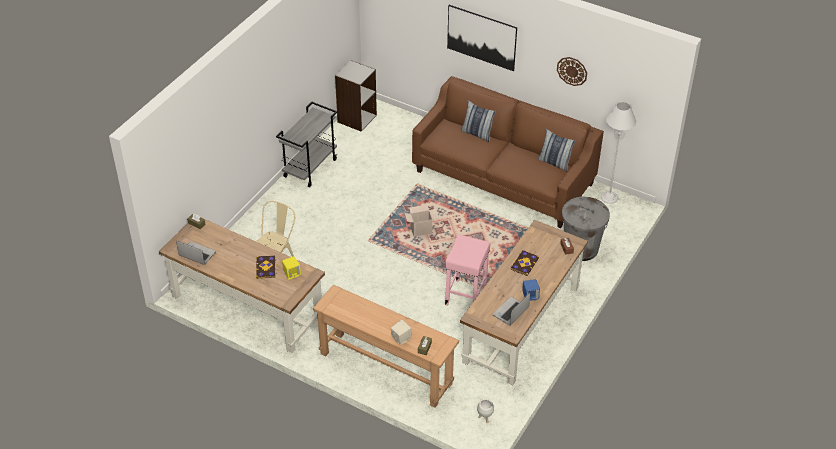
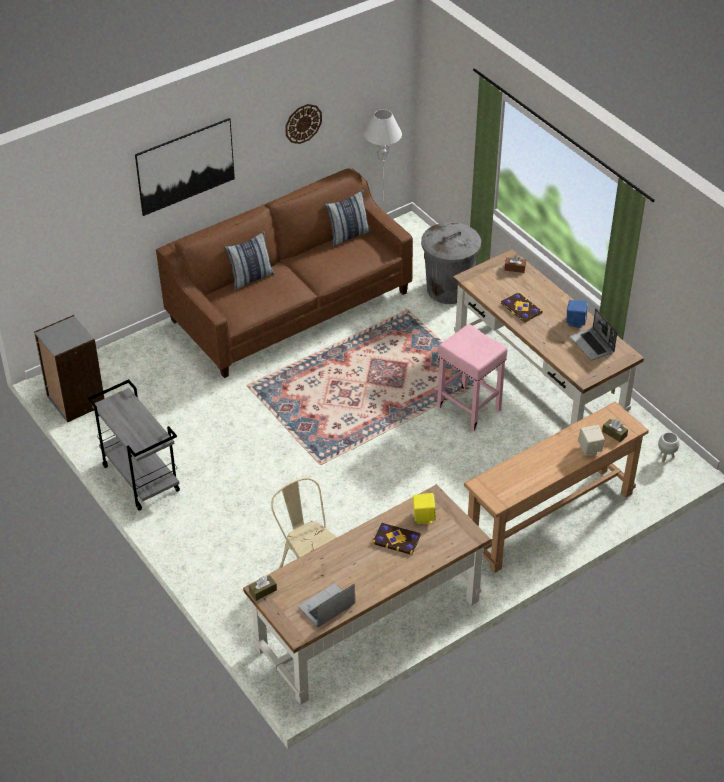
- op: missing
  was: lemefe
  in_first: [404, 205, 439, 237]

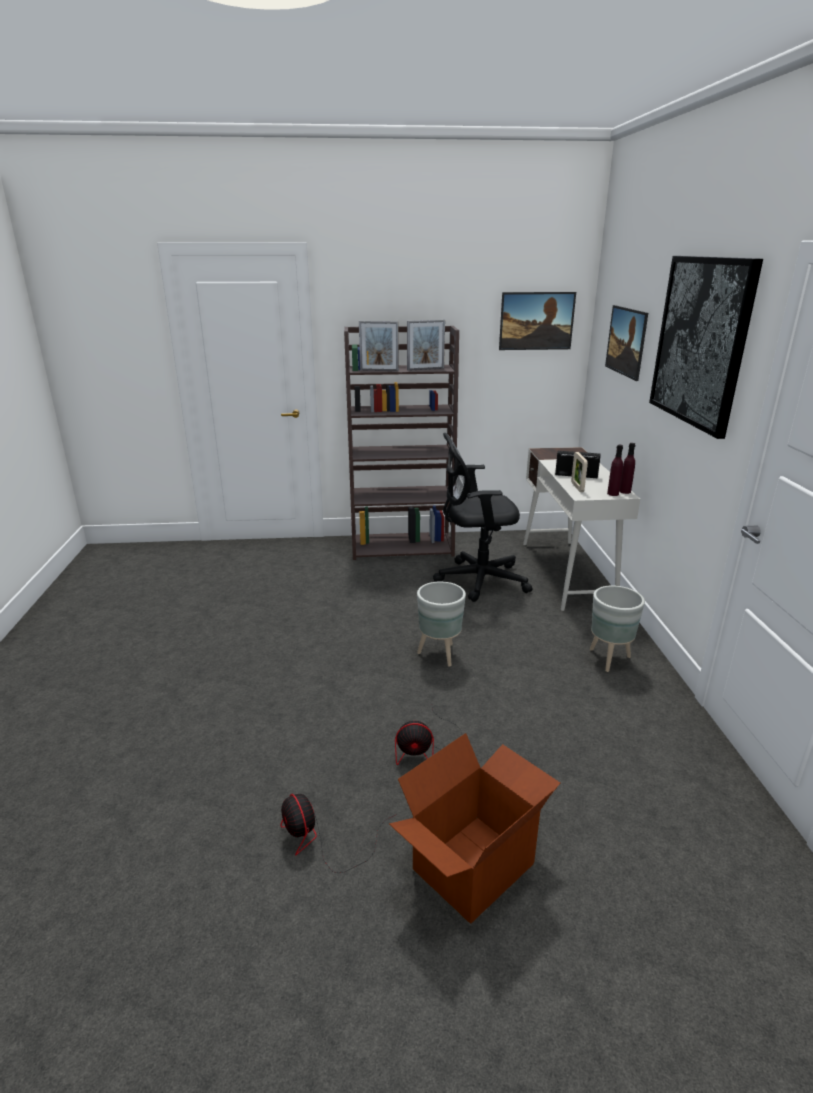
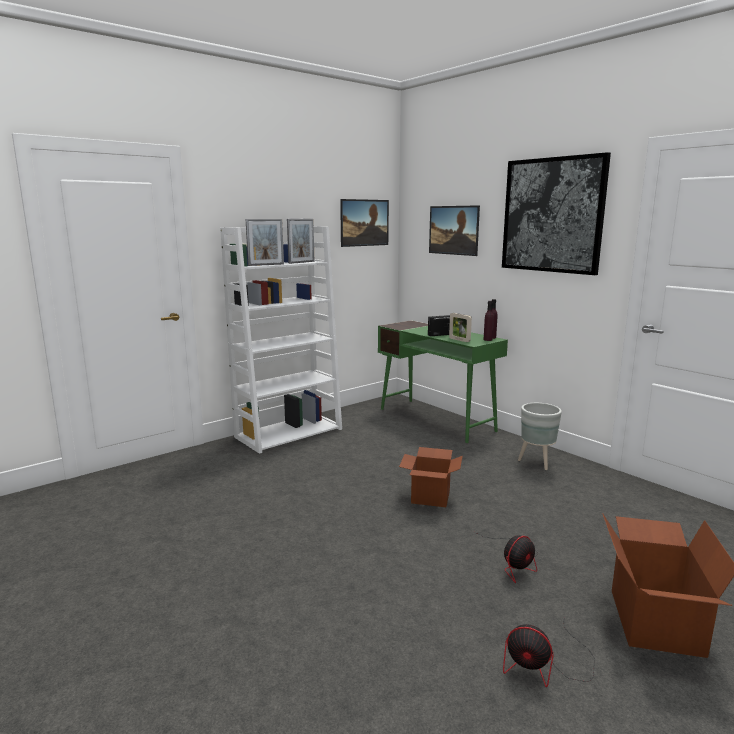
- op: colour
  was: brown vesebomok
  now: white vesebomok
  in_first: [344, 326, 459, 560]
  in_second: [220, 226, 342, 454]
- op: colour
  was: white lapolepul
  now: green lapolepul
  in_first: [523, 447, 640, 611]
  in_second: [378, 320, 508, 443]
- op: exchanged
  was: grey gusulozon
  now: lemefe
  in_first: [417, 581, 466, 667]
  in_second: [399, 447, 463, 507]
- op: missing
  was: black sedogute
  in_first: [433, 433, 532, 602]

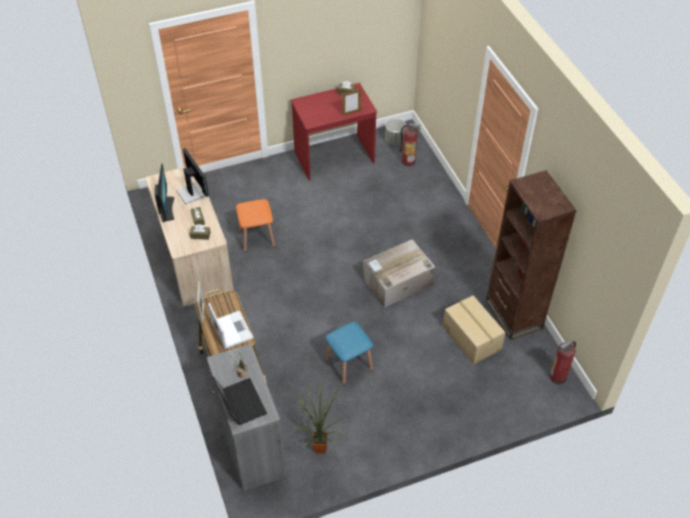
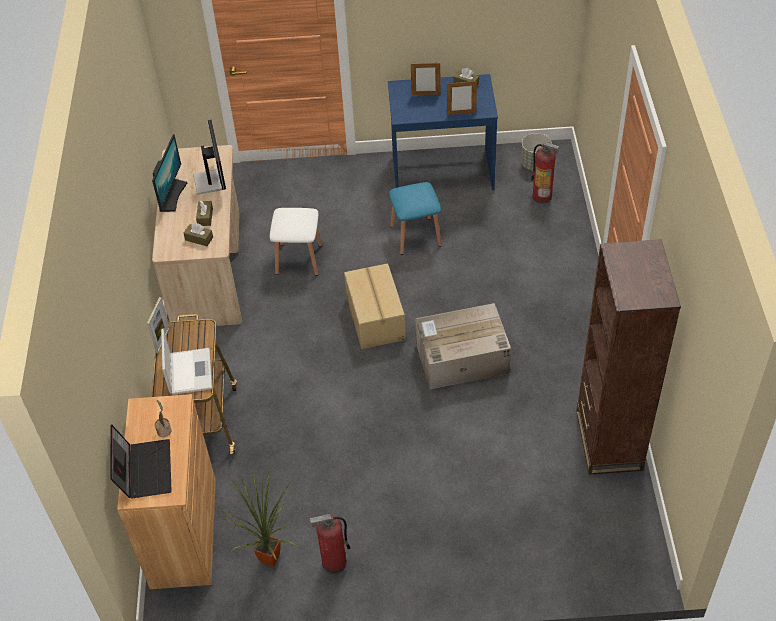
- op: colour
  was: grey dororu
  now: brown dororu
  in_first: [206, 344, 286, 492]
  in_second: [117, 394, 216, 589]
- op: colour
  was: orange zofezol
  now: white zofezol
  in_first: [236, 199, 275, 252]
  in_second: [270, 208, 322, 276]
- op: relocated
  was: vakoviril
  in_first: [550, 340, 576, 384]
  in_second: [310, 514, 351, 574]
- op: relocated
  was: lemefe
  in_first: [443, 295, 506, 364]
  in_second: [344, 263, 406, 349]
- op: colour
  was: red lapolepul
  now: blue lapolepul
  in_first: [291, 83, 377, 181]
  in_second: [388, 74, 498, 190]
- op: relocated
  was: blue zofezol
  in_first: [325, 322, 373, 385]
  in_second: [389, 182, 442, 255]
- op: appeared
  now: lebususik
  in_second: [411, 63, 441, 95]

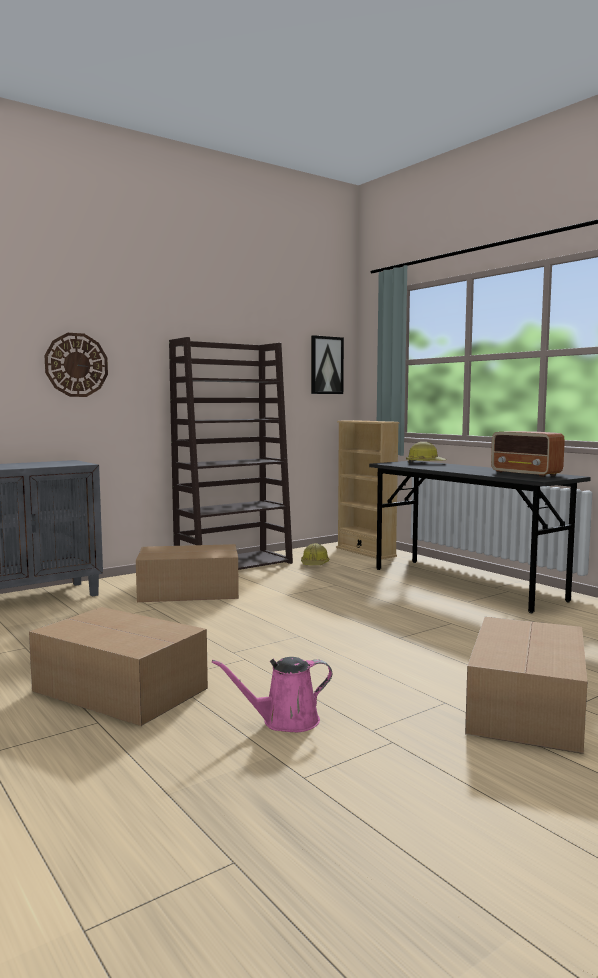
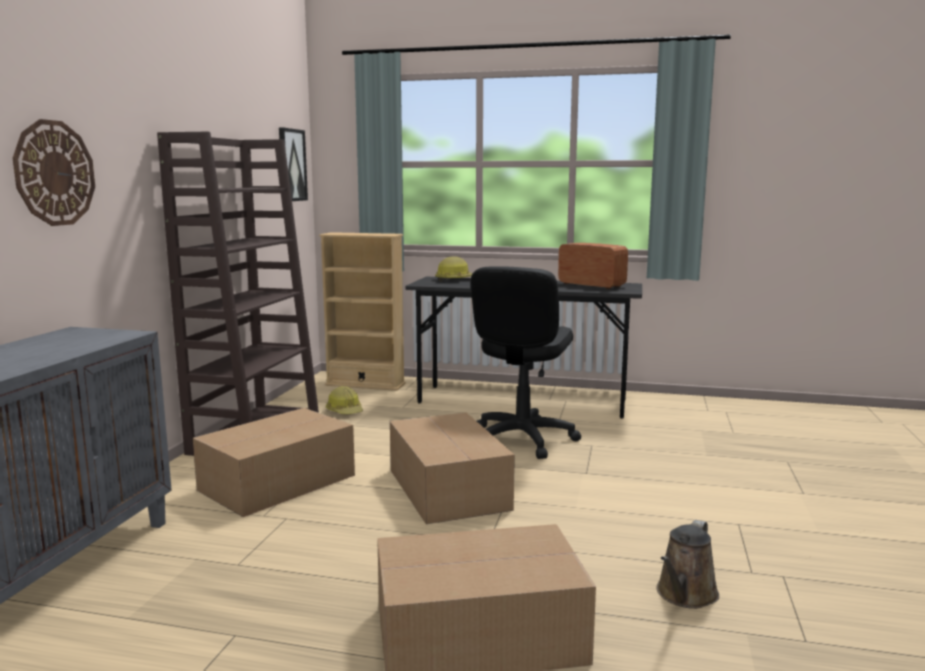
- op: relocated
  was: lemefe
  in_first: [465, 617, 587, 754]
  in_second: [390, 412, 515, 525]
- op: appeared
  now: black sedogute
  in_second: [471, 266, 581, 459]
- op: spun
  was: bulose
  in_first: [491, 431, 565, 477]
  in_second: [558, 243, 628, 290]
  clockwise: -150
- op: colour
  was: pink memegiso
  now: brown memegiso
  in_first: [212, 657, 332, 732]
  in_second: [656, 520, 719, 609]

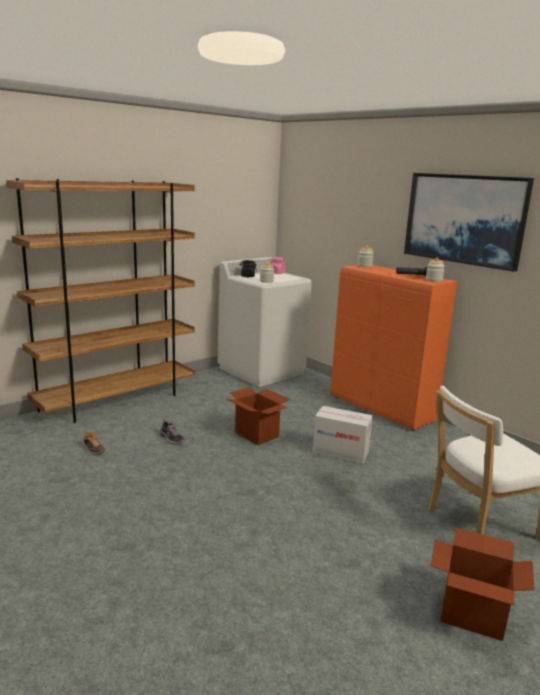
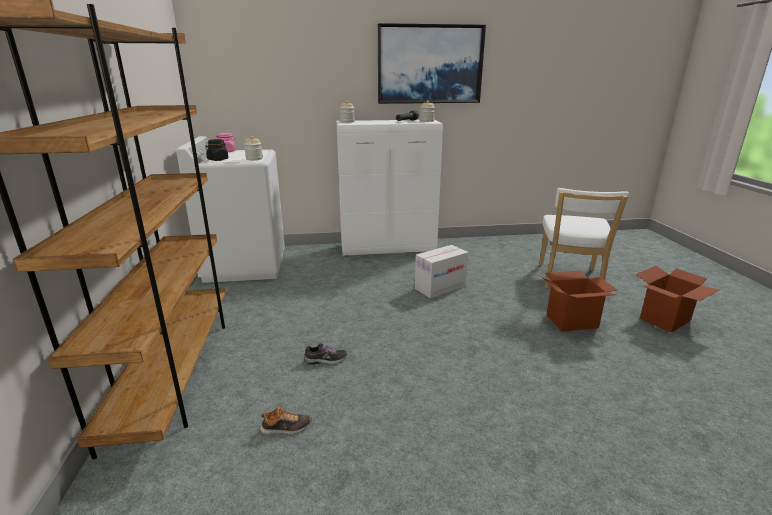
- op: colour
  was: orange dororu
  now: white dororu
  in_first: [331, 265, 457, 431]
  in_second: [336, 120, 443, 256]
- op: relocated
  was: lemefe
  in_first: [227, 387, 290, 445]
  in_second: [543, 271, 617, 332]

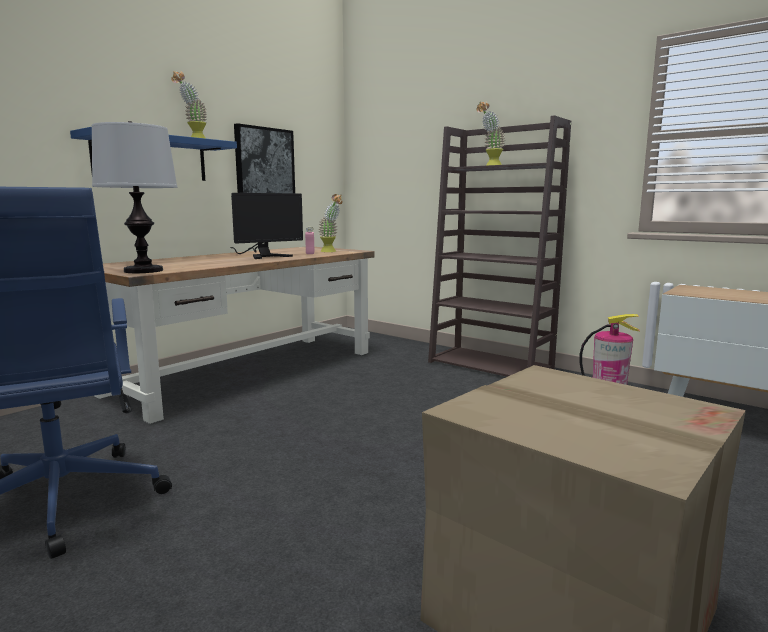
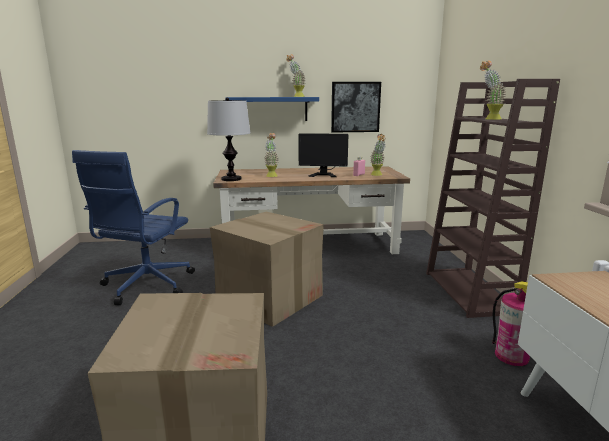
- op: appeared
  now: lemefe
  in_second: [210, 212, 324, 327]
- op: appeared
  now: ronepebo
  in_second: [264, 133, 278, 177]

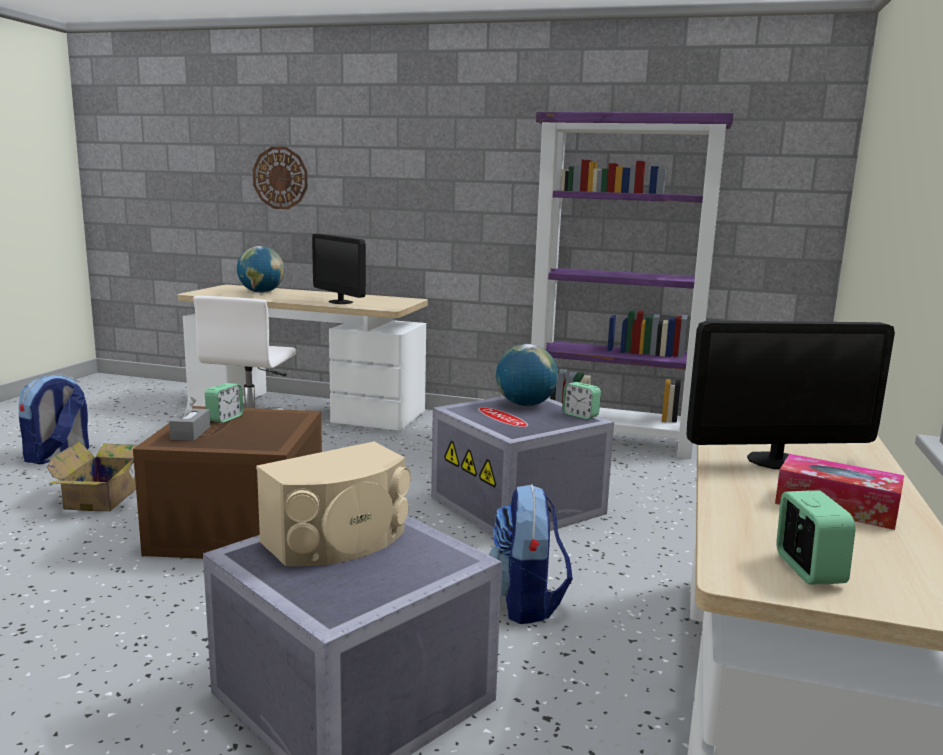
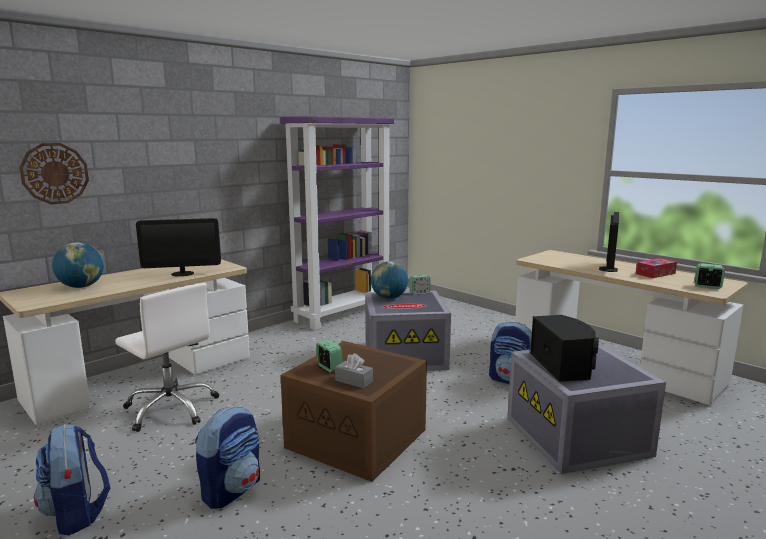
- op: exchanged
  was: lemefe
  now: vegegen
  in_first: [47, 441, 138, 511]
  in_second: [195, 406, 260, 509]
- op: colour
  was: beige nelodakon
  now: black nelodakon
  in_first: [256, 442, 411, 566]
  in_second: [530, 315, 599, 382]

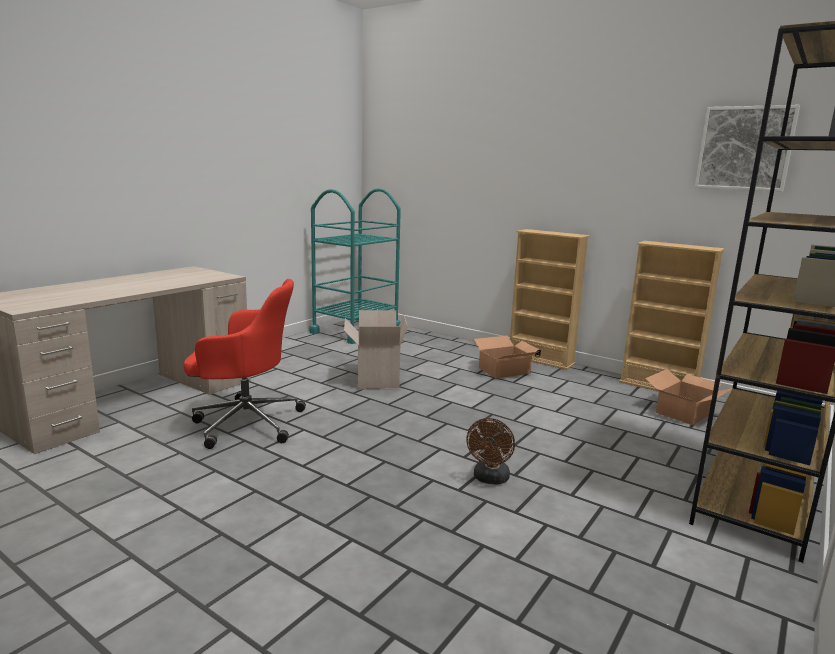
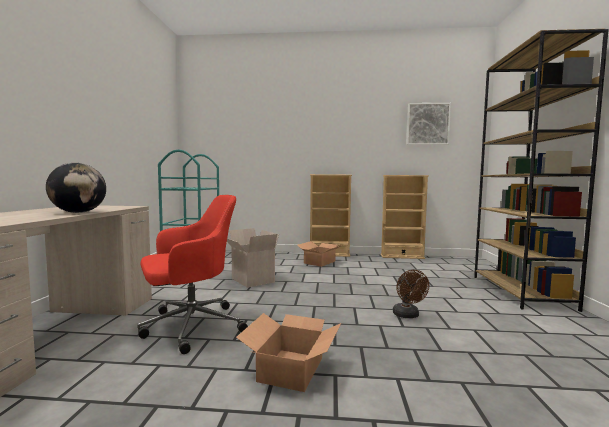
- op: appeared
  now: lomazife
  in_second: [46, 163, 106, 213]
- op: relocated
  was: lemefe
  in_first: [645, 369, 732, 425]
  in_second: [236, 313, 341, 392]

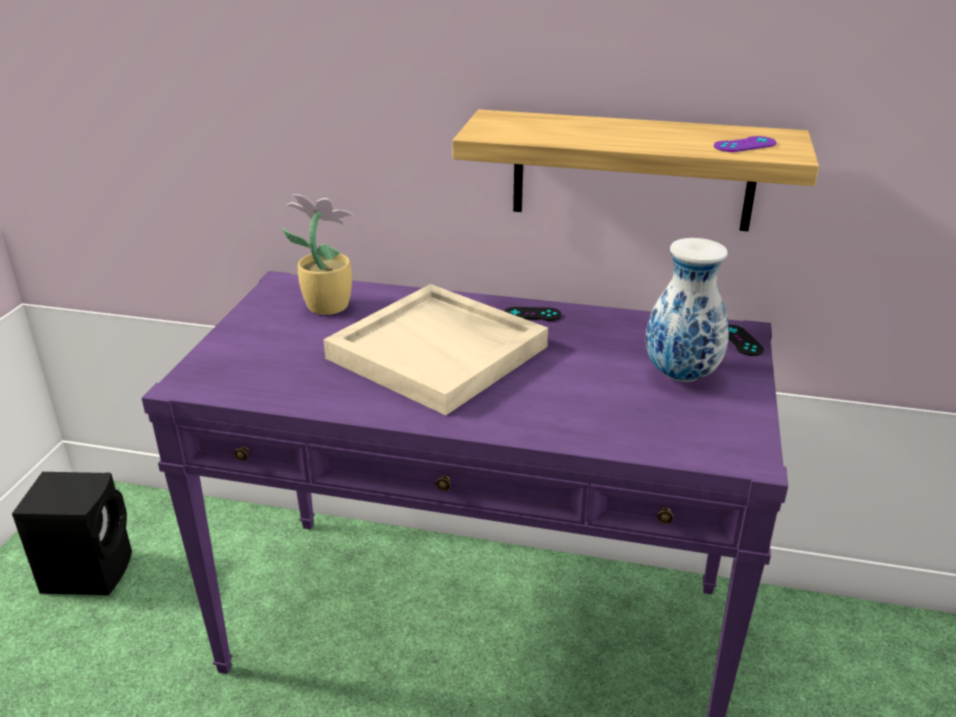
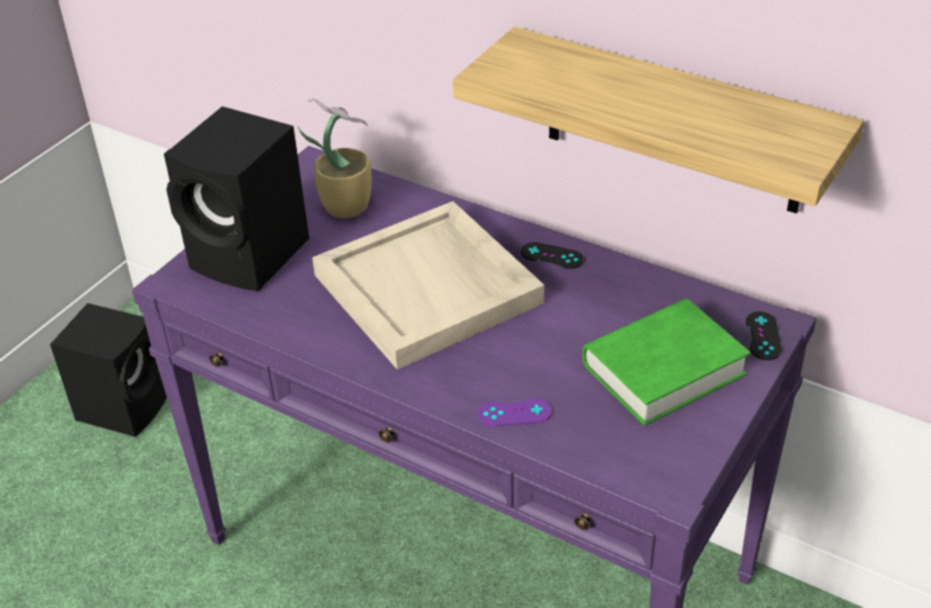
- op: appeared
  now: black nelodakon
  in_second: [164, 106, 309, 291]
- op: relocated
  was: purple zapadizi
  in_first: [714, 136, 776, 152]
  in_second: [478, 398, 552, 427]
- op: exchanged
  was: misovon
  now: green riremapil
  in_first: [646, 238, 729, 382]
  in_second: [582, 299, 750, 426]

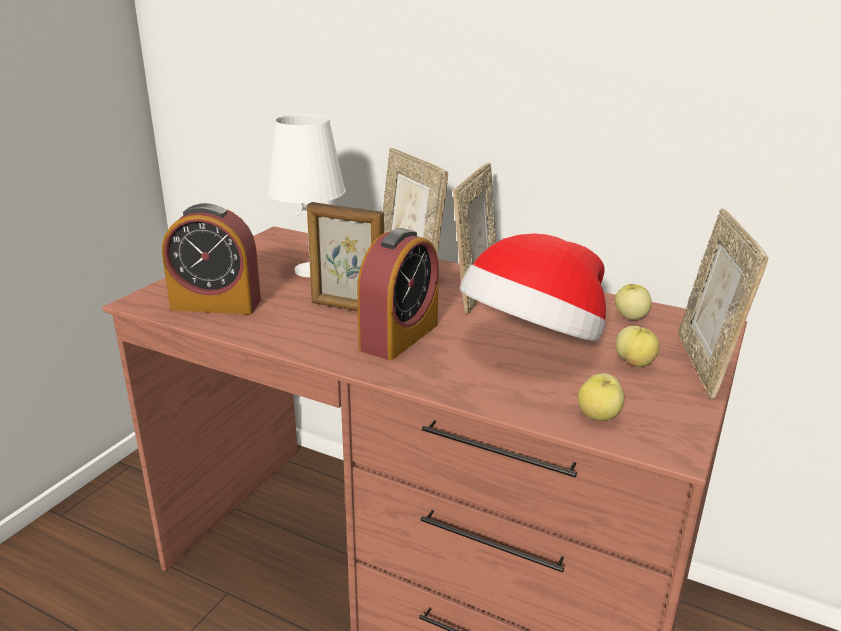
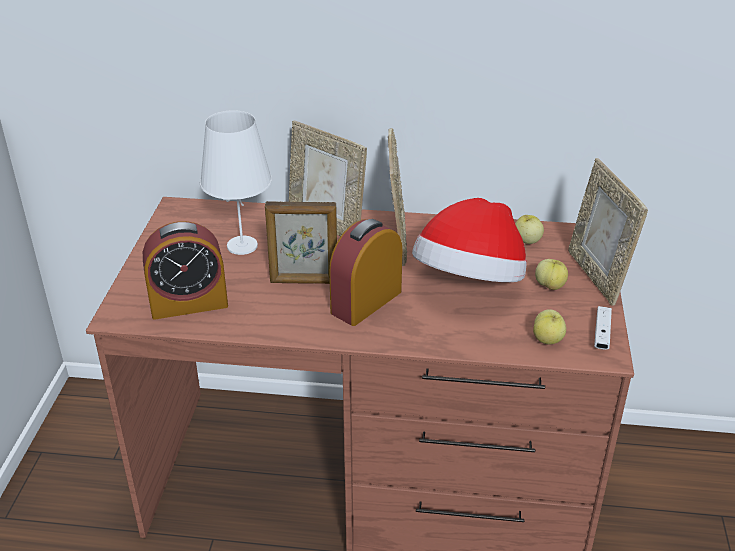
- op: spun
  was: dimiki
  in_first: [357, 228, 439, 360]
  in_second: [329, 219, 403, 326]
  clockwise: -150
- op: appeared
  now: white zapadizi
  in_second: [594, 306, 612, 350]

